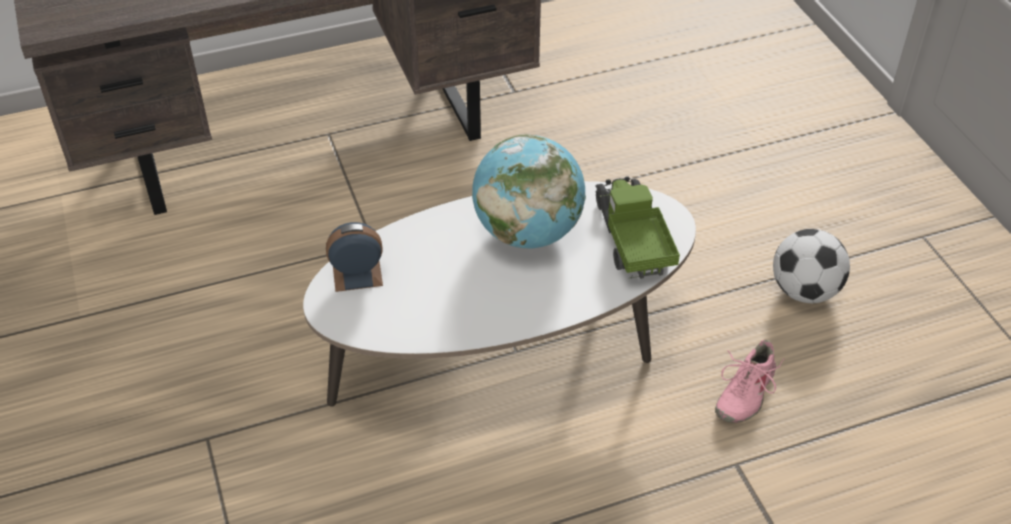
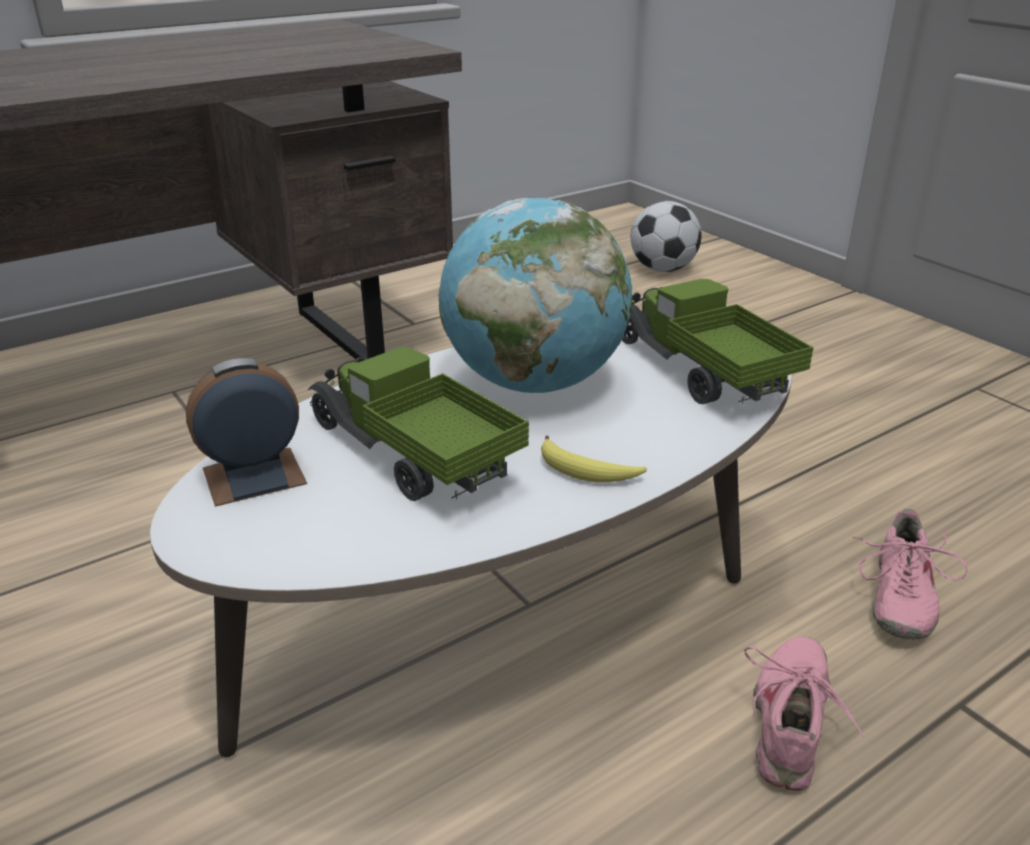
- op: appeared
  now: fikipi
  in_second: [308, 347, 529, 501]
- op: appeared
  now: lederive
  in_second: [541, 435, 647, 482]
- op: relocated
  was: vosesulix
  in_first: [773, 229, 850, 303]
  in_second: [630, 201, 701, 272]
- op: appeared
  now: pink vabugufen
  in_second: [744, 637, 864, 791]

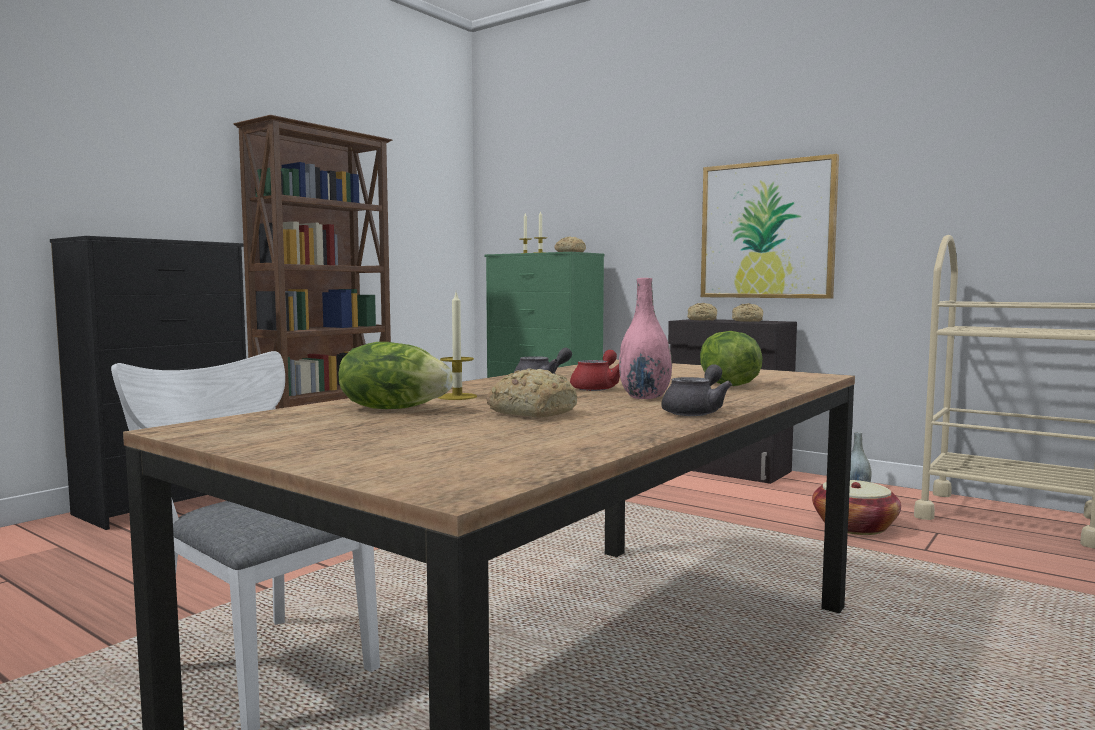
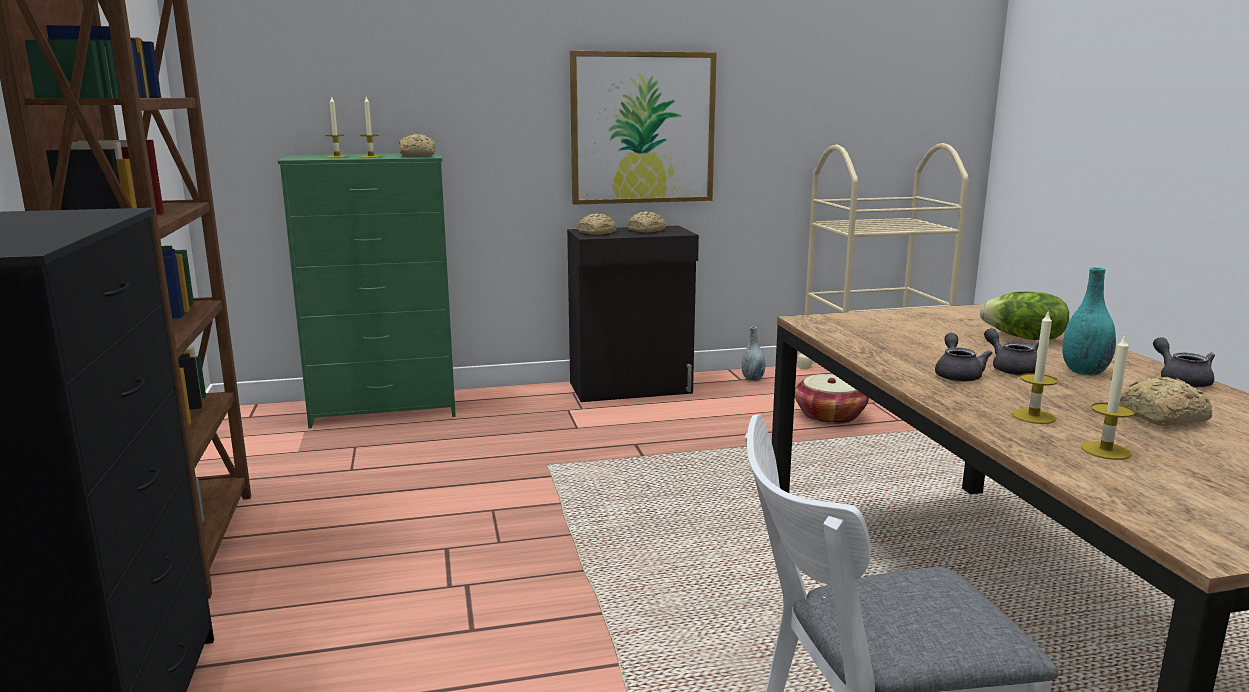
- op: colour
  was: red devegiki
  now: grey devegiki
  in_first: [570, 350, 620, 391]
  in_second: [984, 328, 1039, 376]
- op: colour
  was: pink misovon
  now: turquoise misovon
  in_first: [619, 278, 672, 399]
  in_second: [1062, 267, 1116, 376]
- op: exchanged
  was: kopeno
  now: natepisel
  in_first: [339, 342, 453, 409]
  in_second: [1081, 336, 1135, 460]

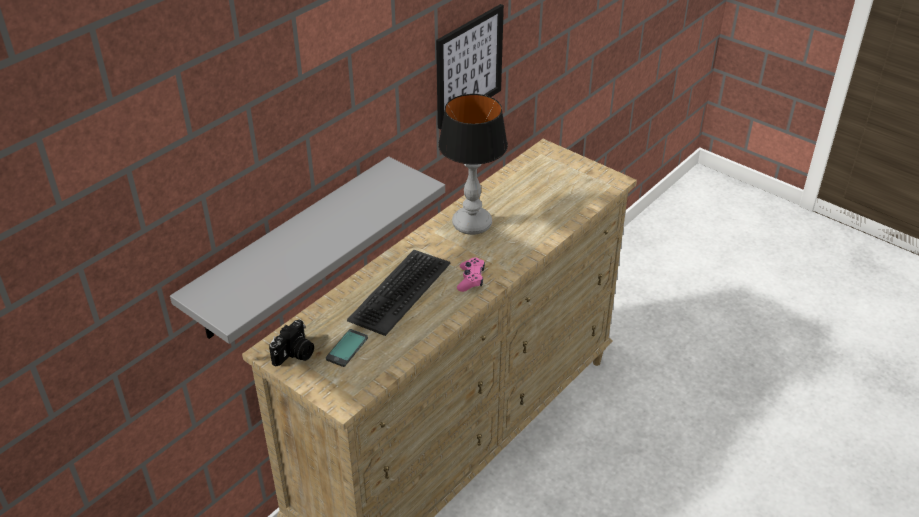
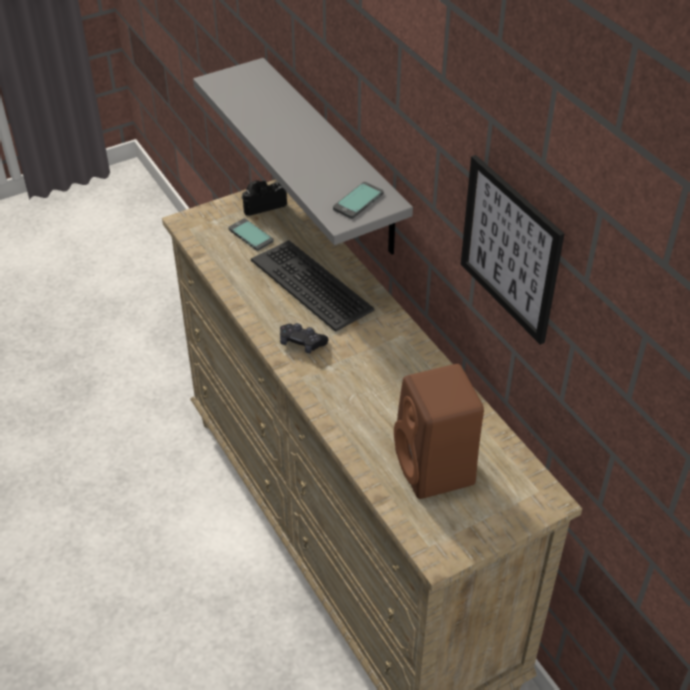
- op: spun
  was: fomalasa
  in_first: [269, 320, 314, 366]
  in_second: [241, 181, 287, 216]
  clockwise: 105
- op: colour
  was: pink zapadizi
  now: black zapadizi
  in_first: [457, 257, 485, 292]
  in_second: [280, 323, 329, 354]
- op: appeared
  now: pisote
  in_second: [333, 182, 383, 219]
- op: appeared
  now: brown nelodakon
  in_second: [394, 364, 484, 499]
- op: missing
  was: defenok
  in_first: [438, 94, 508, 235]

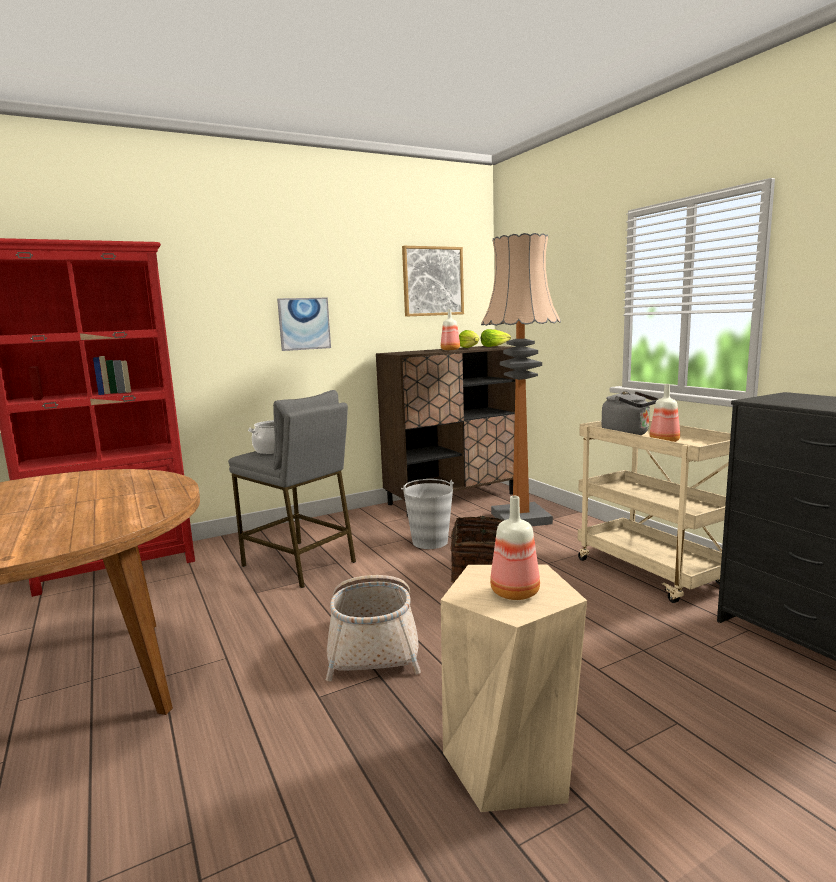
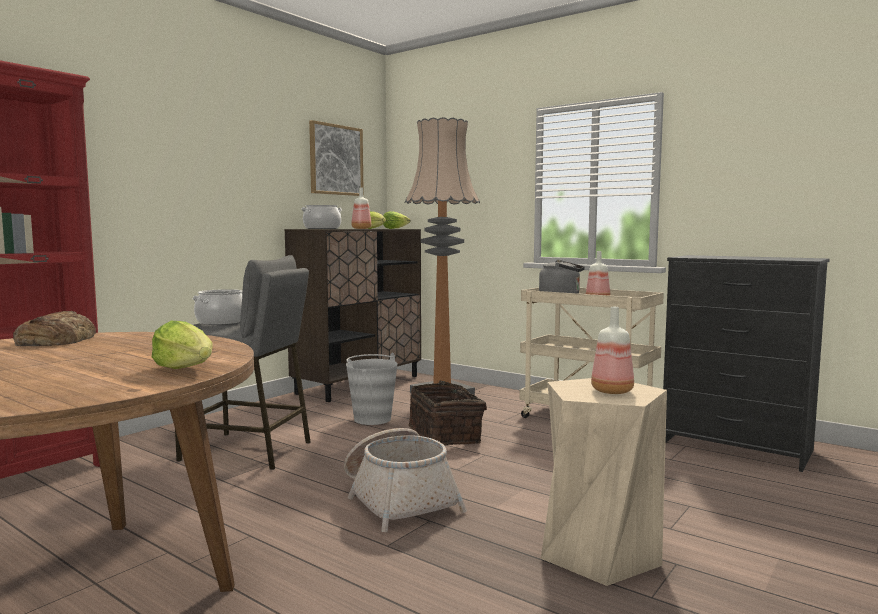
- op: appeared
  now: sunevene
  in_second: [13, 311, 96, 346]
- op: appeared
  now: kopeno
  in_second: [152, 321, 213, 369]
- op: appeared
  now: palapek
  in_second: [301, 205, 342, 229]
- op: missing
  was: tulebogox
  in_first: [277, 298, 331, 351]

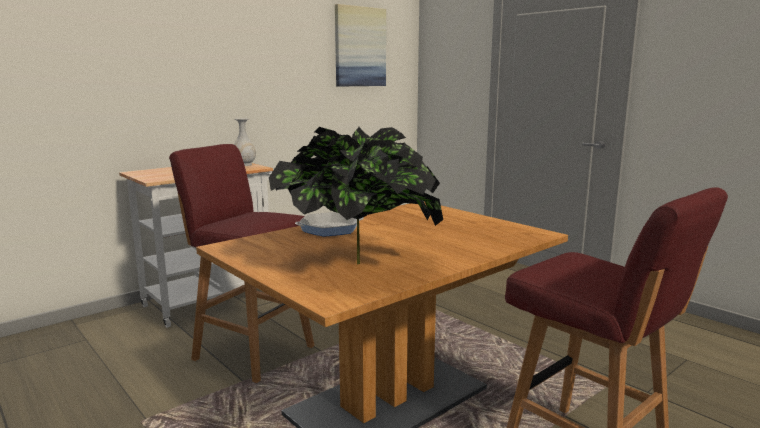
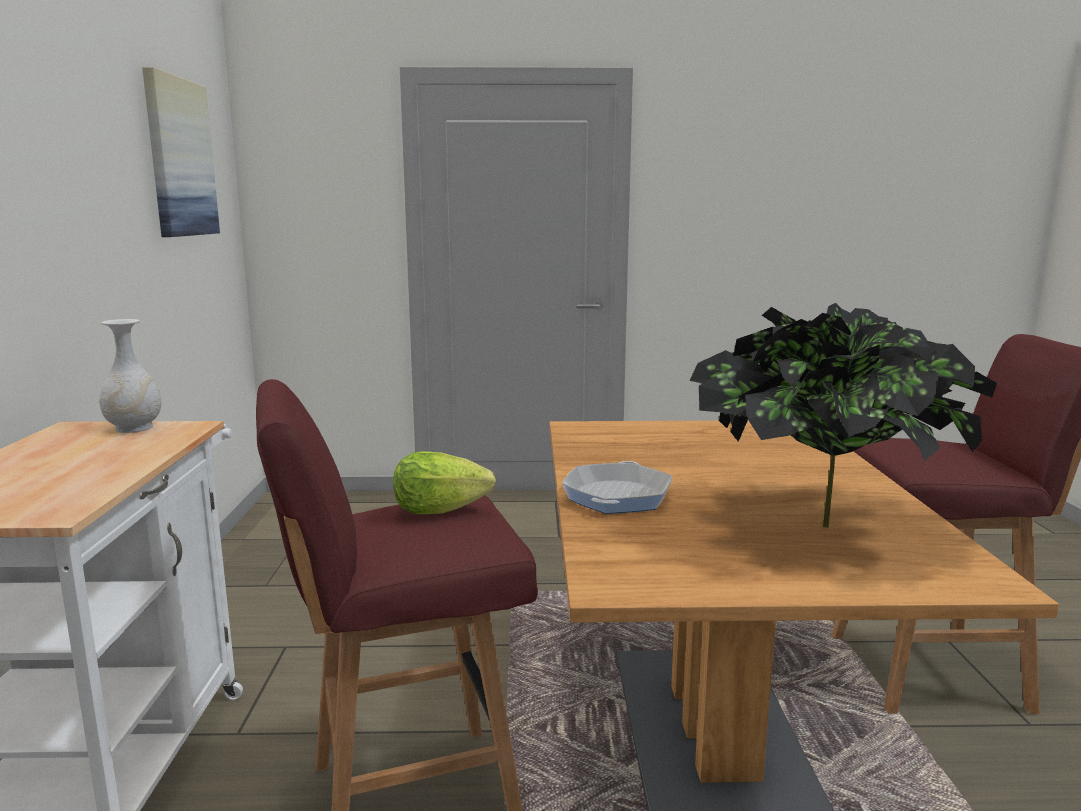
- op: appeared
  now: kopeno
  in_second: [393, 451, 496, 514]

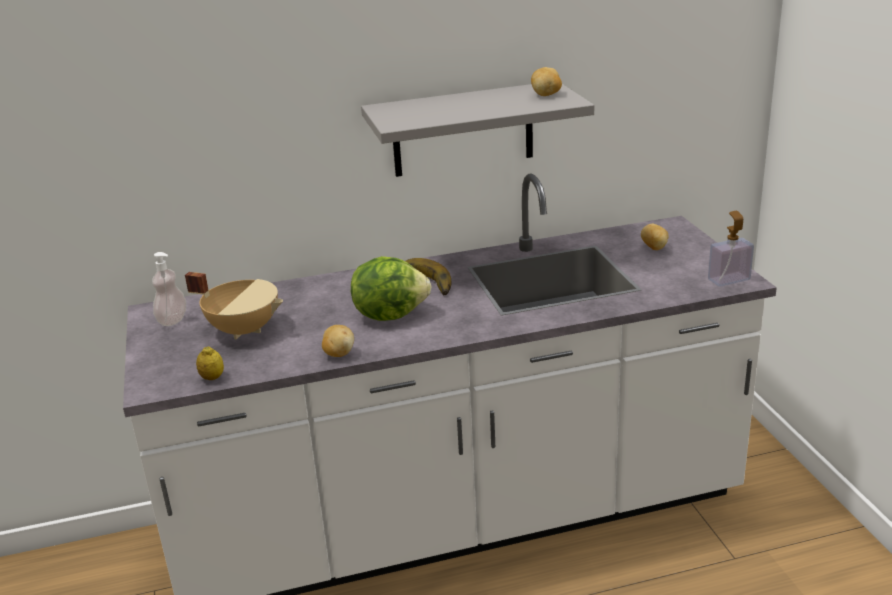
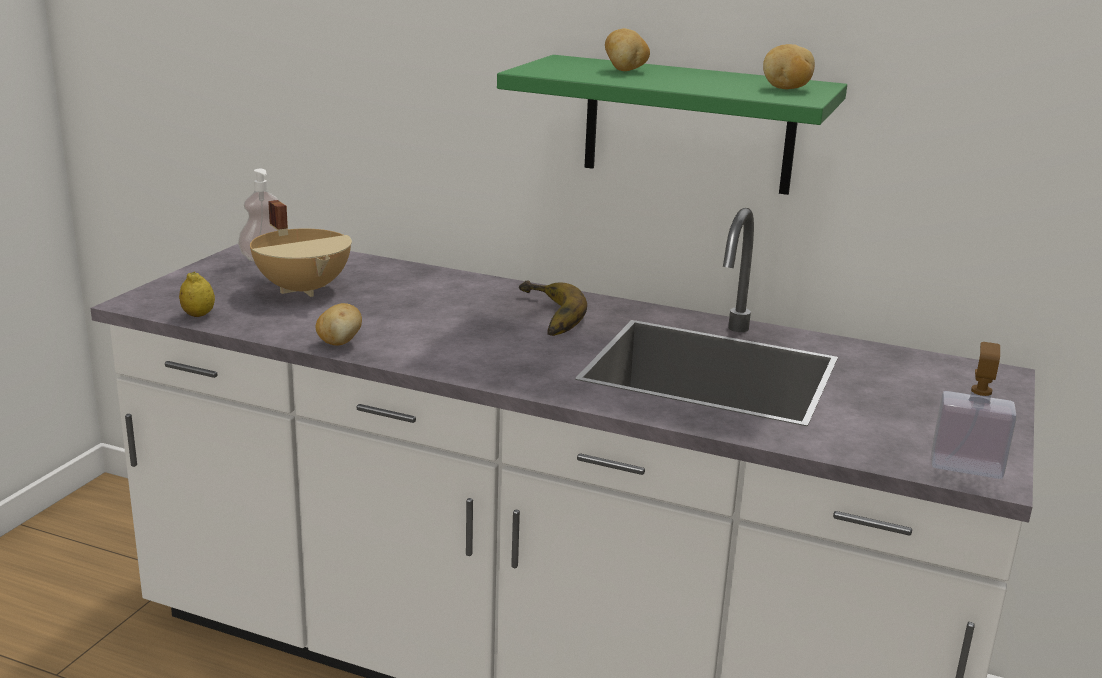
- op: colour
  was: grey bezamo
  now: green bezamo
  in_first: [361, 84, 594, 177]
  in_second: [497, 55, 847, 195]
- op: relocated
  was: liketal
  in_first: [641, 224, 669, 250]
  in_second: [605, 28, 650, 71]
- op: missing
  was: kopeno
  in_first: [351, 256, 431, 321]

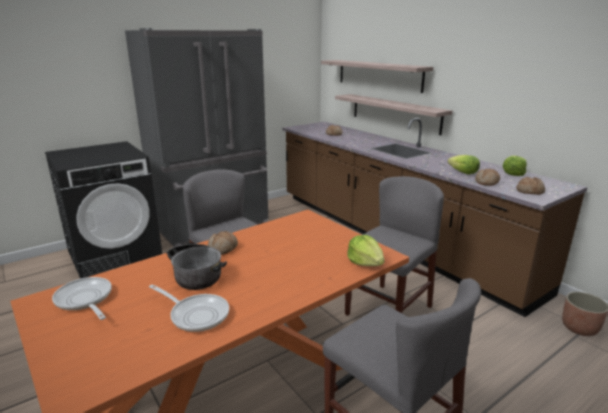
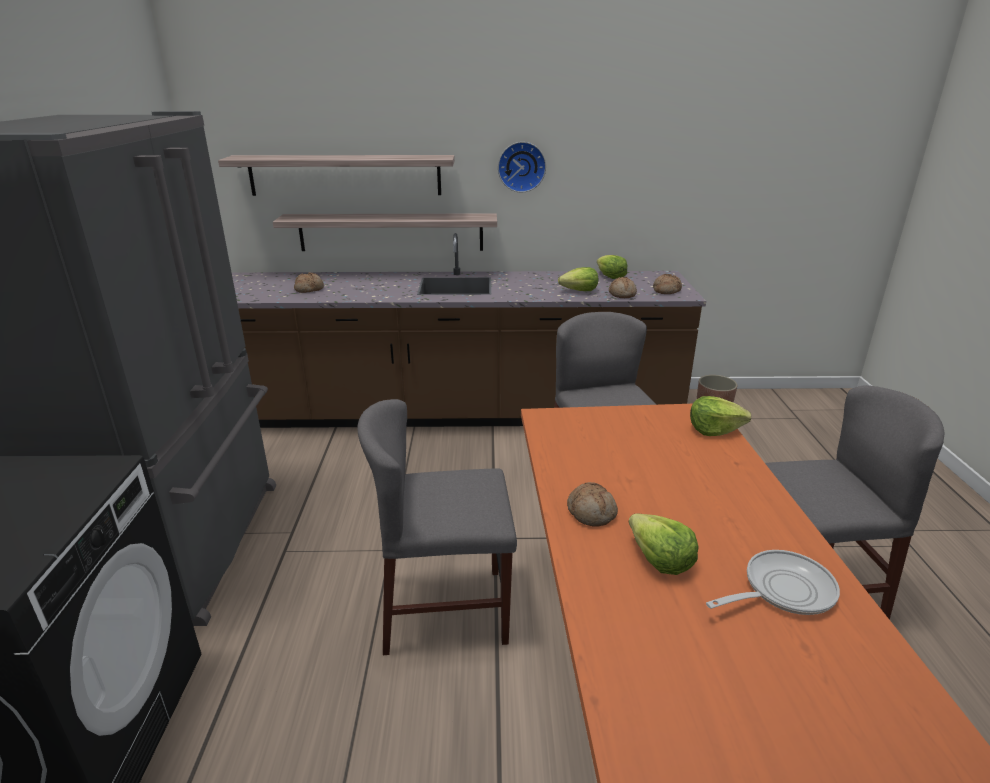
- op: appeared
  now: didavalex
  in_second: [498, 142, 546, 193]
- op: exchanged
  was: palapek
  now: kopeno
  in_first: [167, 243, 227, 290]
  in_second: [629, 513, 699, 575]
- op: missing
  was: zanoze
  in_first: [52, 277, 112, 320]

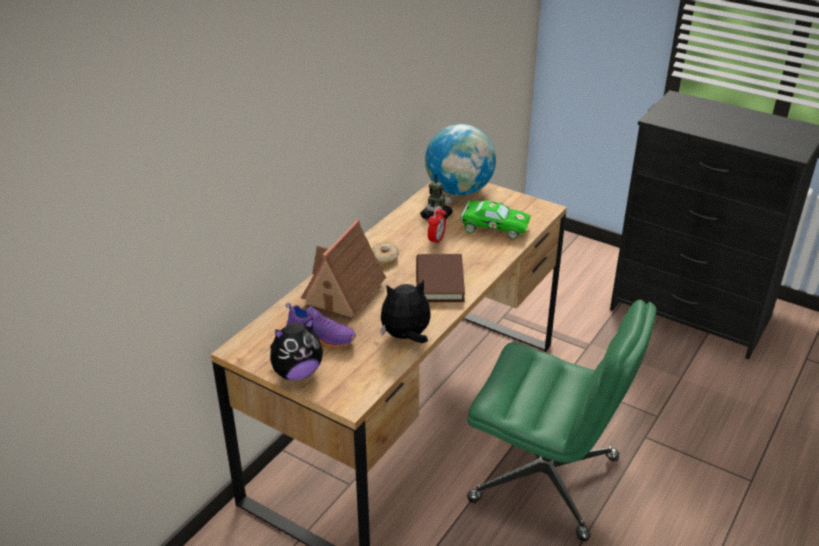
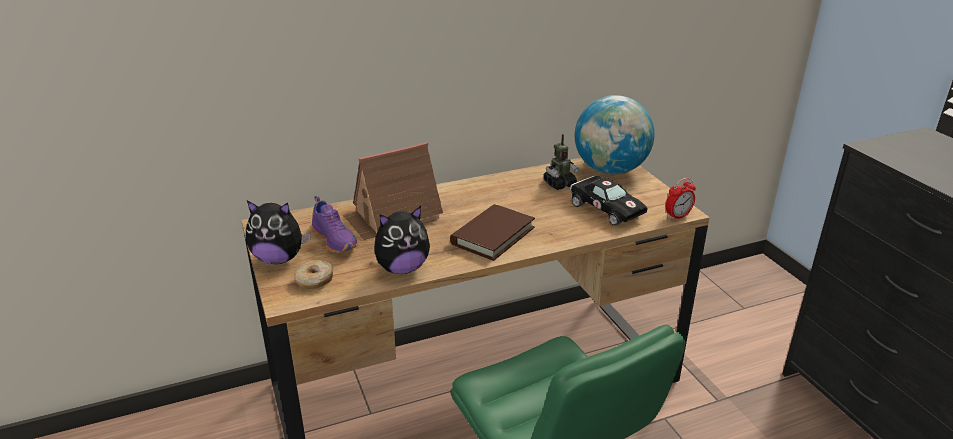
- op: relocated
  was: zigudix
  in_first: [372, 242, 399, 265]
  in_second: [294, 260, 333, 289]
- op: spun
  was: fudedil
  in_first: [380, 280, 431, 343]
  in_second: [374, 206, 430, 274]
  clockwise: 135
- op: colour
  was: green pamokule
  now: black pamokule
  in_first: [461, 200, 530, 239]
  in_second: [570, 176, 648, 226]
- op: relocated
  was: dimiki
  in_first: [428, 206, 446, 246]
  in_second: [666, 178, 696, 221]

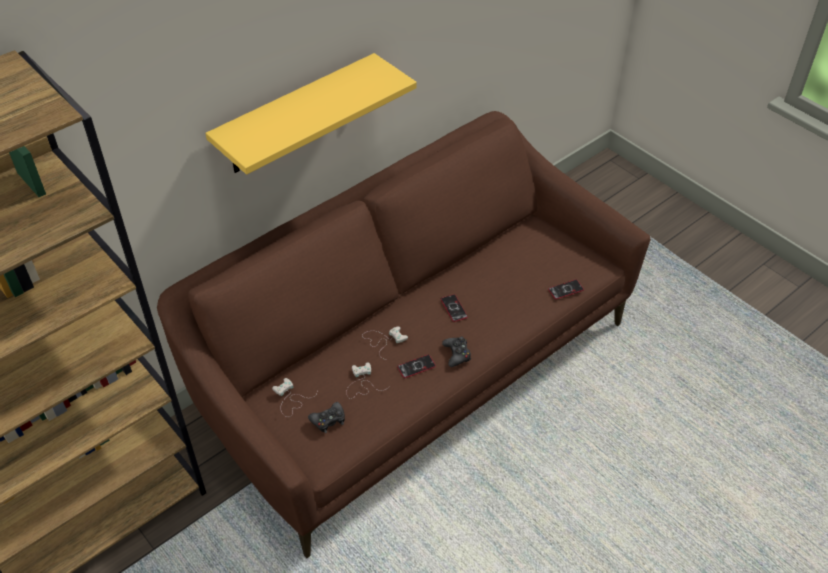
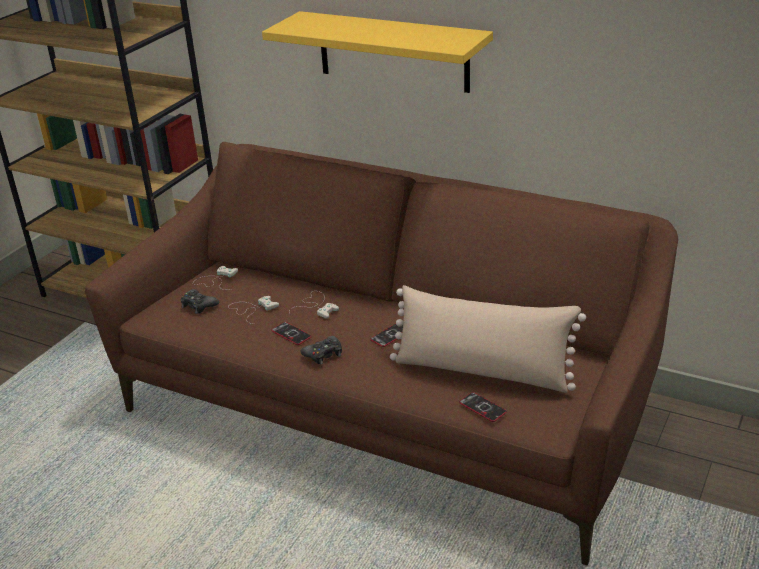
- op: appeared
  now: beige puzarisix
  in_second: [390, 285, 586, 393]

